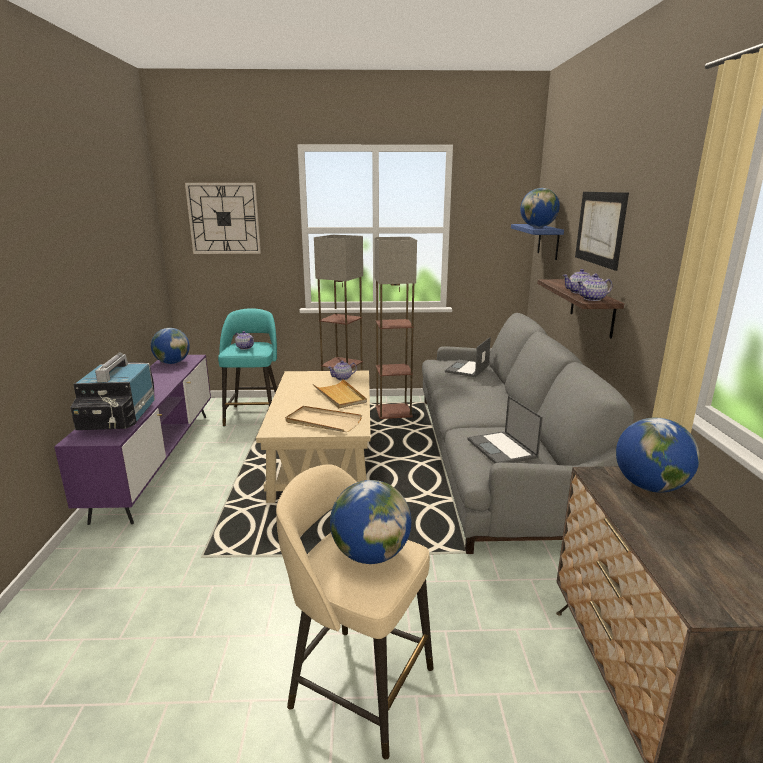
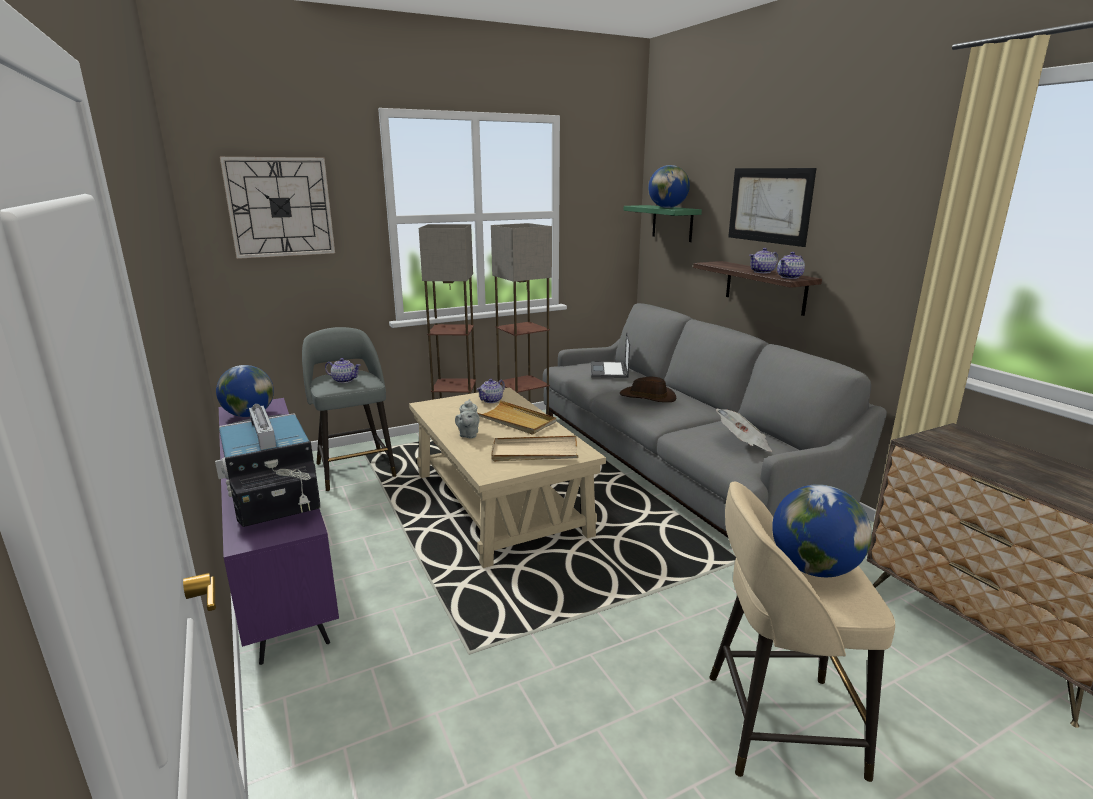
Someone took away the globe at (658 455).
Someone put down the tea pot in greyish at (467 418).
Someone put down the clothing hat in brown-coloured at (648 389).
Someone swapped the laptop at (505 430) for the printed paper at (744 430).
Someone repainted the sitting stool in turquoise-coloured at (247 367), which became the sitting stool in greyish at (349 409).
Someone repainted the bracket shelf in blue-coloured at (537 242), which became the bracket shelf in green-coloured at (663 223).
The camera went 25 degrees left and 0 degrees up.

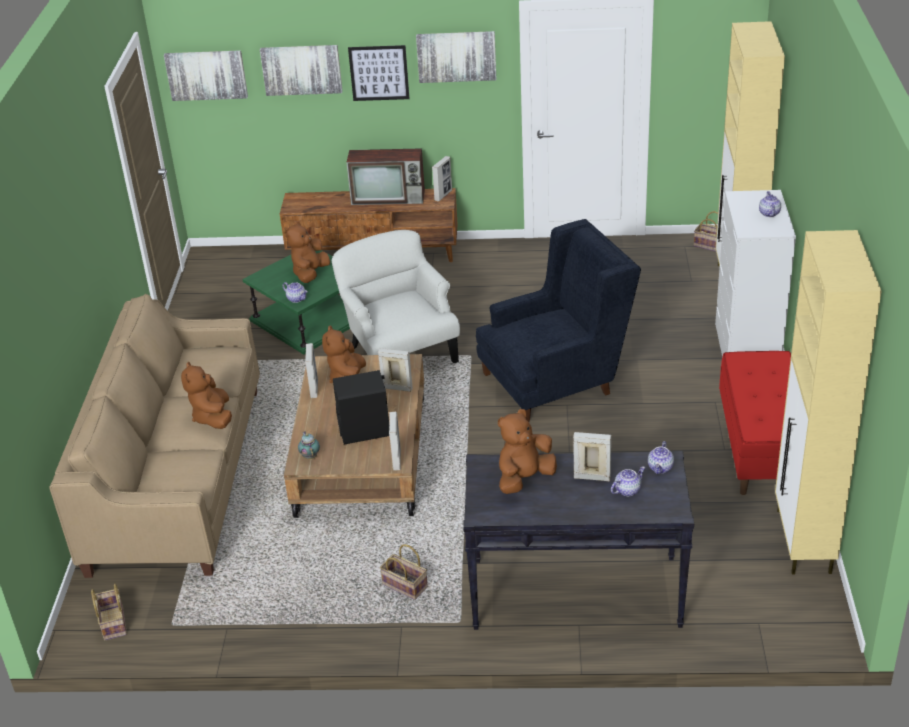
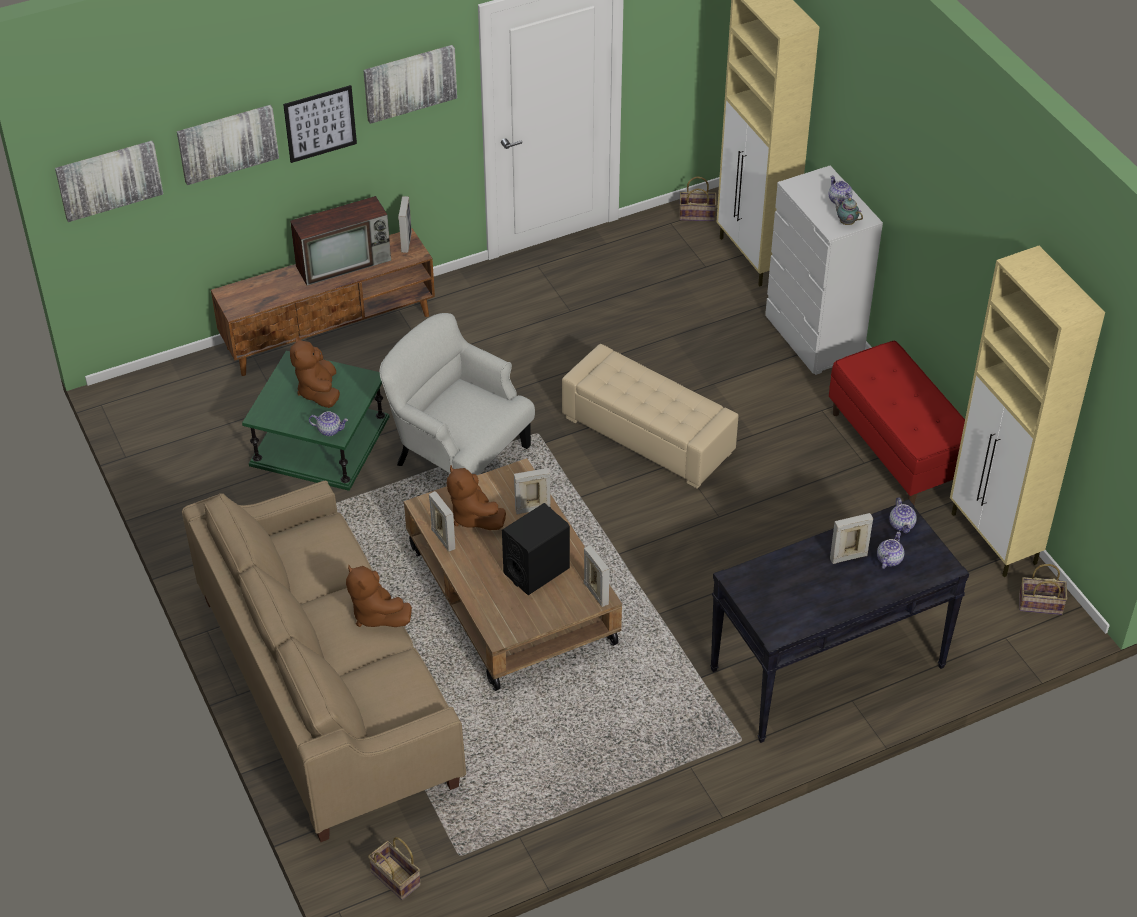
Someone took away the cuddly toy in brown-coloured at (527 451).
Someone carried the tea pot from (309 445) to (848 211).
Someone carried the household basket from (404 572) to (1043 589).
Someone swapped the armchair in blue-coloured at (558 320) for the pouffe in beige-coloured at (650 416).
The camera went 30 degrees left and 10 degrees up.

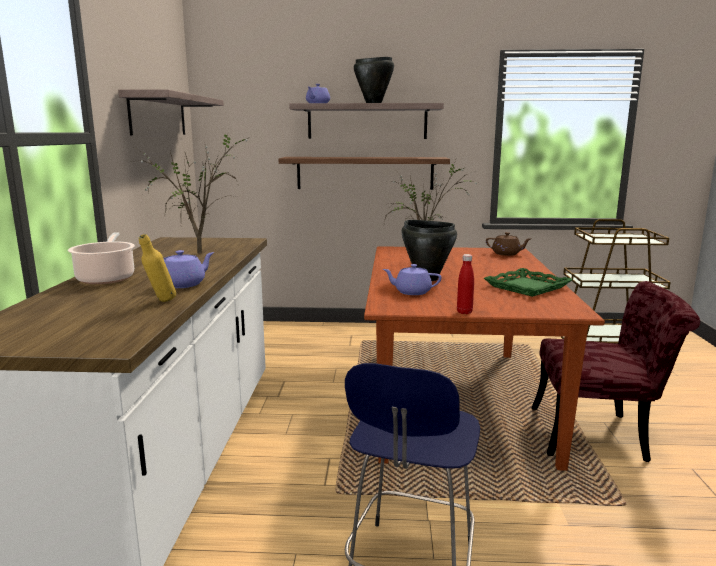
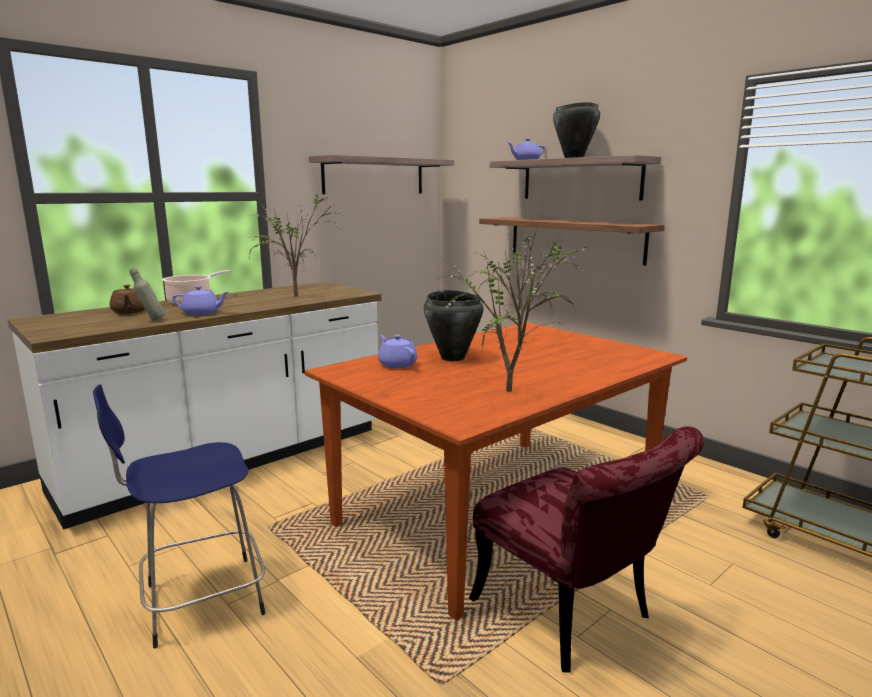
Someone took away the drink bottle in red at (465 284).
Someone carried the tea pot in brown-coloured from (508 244) to (127 299).
Someone swapped the tray in green-coloured at (528 282) for the potted plant at (514 313).
Someone repainted the drink bottle in yellow-coloured at (157 268), which became the drink bottle in greyish at (147 294).
The camera went 45 degrees right and 0 degrees up.

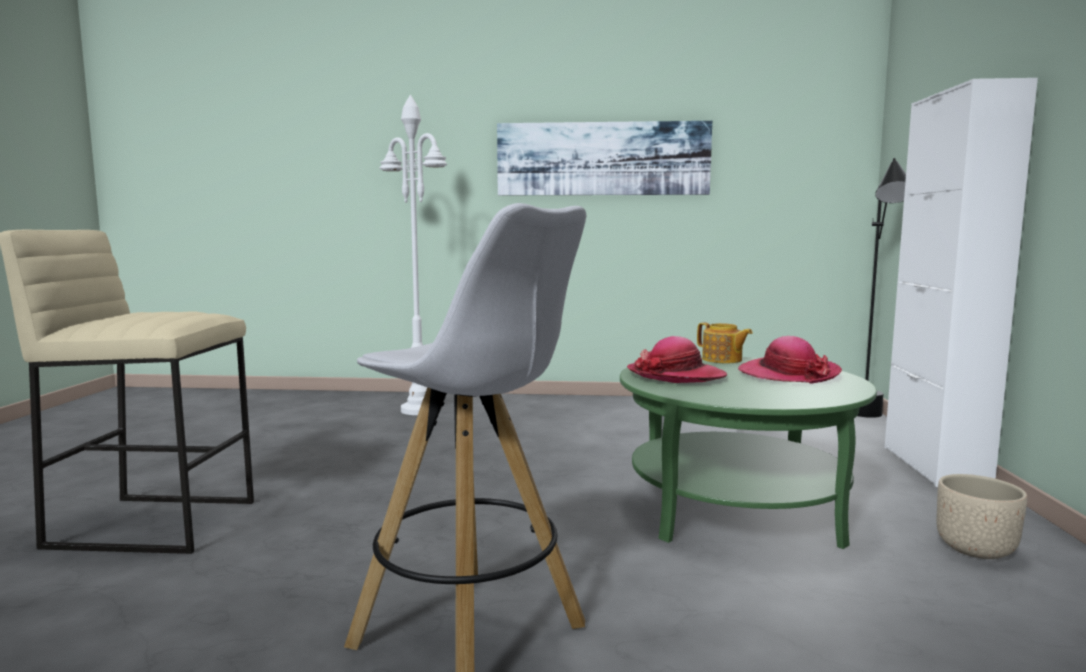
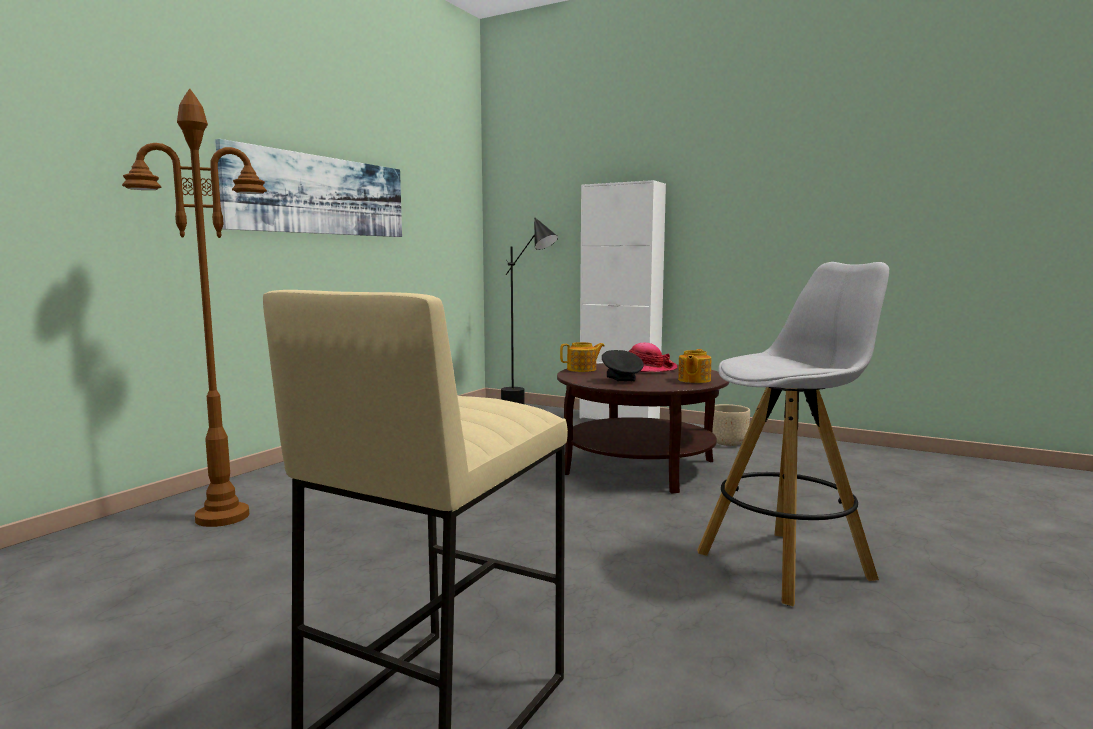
Someone put down the tea pot at (694 366).
Someone swapped the clothing hat at (677 359) for the bowl in blackish at (623 365).
Someone repainted the standing lamp in white at (413 255), which became the standing lamp in brown-coloured at (194 307).
Someone repainted the lounge table in green-coloured at (748 452), which became the lounge table in brown-coloured at (643 428).
The camera went 65 degrees left and 0 degrees up.

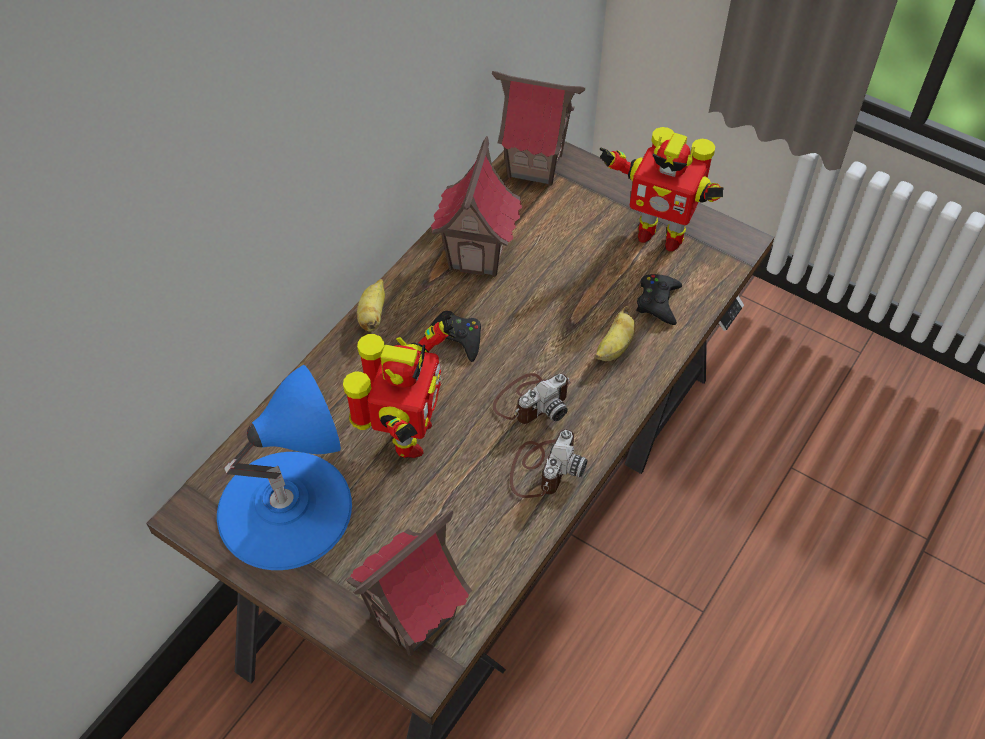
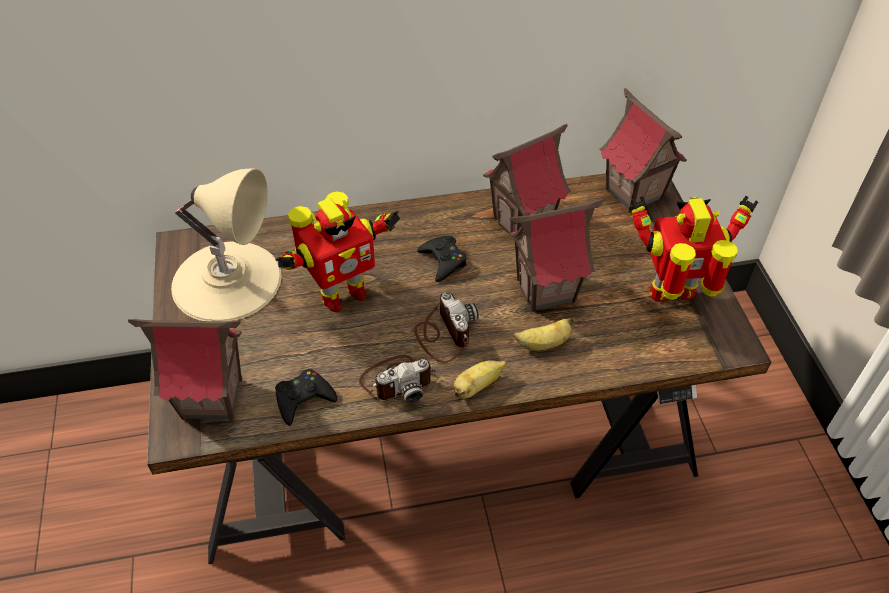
Someone put down the model house at (556 255).
Someone carried the whole banana from (371 305) to (479 379).
Someone carried the gamepad in blackish from (659 299) to (306 397).
Someone repainted the tabletop lamp in blue-coloured at (284 467), which became the tabletop lamp in beige-coloured at (226 245).
Someone rotated the photo camera at (532 398) by 120 degrees counterclockwise.
Someone rotated the toy robot at (661 189) by 105 degrees clockwise.
The camera went 45 degrees right and 5 degrees down.

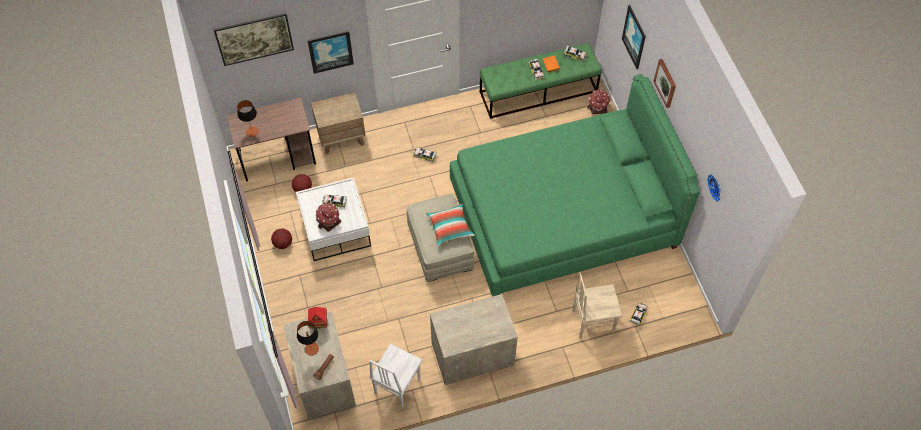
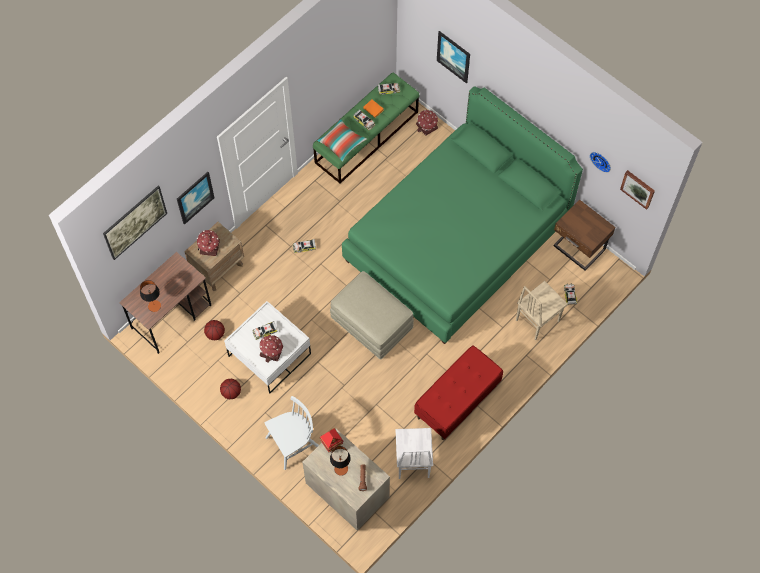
Someone put down the model house at (208 243).
Someone put down the upright chair in white at (292 433).
Someone put down the night table in brown-coloured at (584 235).
Someone carried the pillow from (450 225) to (342 140).
Someone carried the wall picture from (664 83) to (637 190).
Someone swapped the dresser at (474 339) for the indoor bench in red at (458 392).
The camera went 30 degrees left and 5 degrees up.

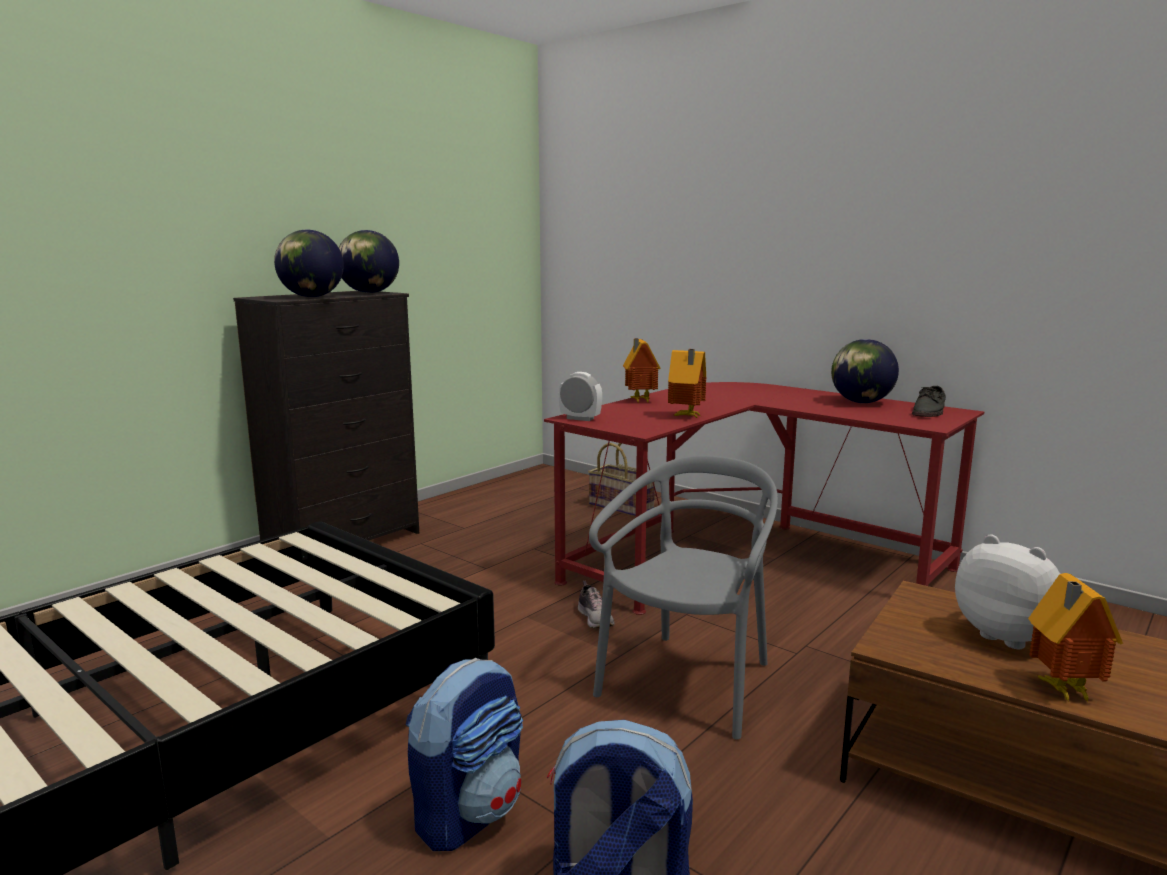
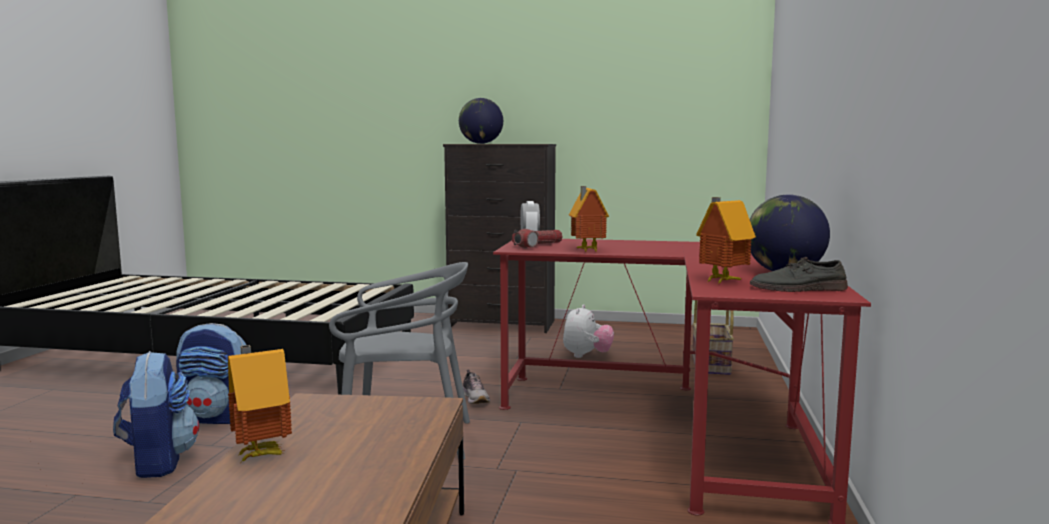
Someone took away the globe at (369 261).
Someone put down the hand torch at (537 238).
Someone carried the model house from (642 370) to (726 240).
Someone carried the cuddly toy from (1007 591) to (588 331).
Someone rotated the shoe at (596 604) by 60 degrees counterclockwise.
The camera went 60 degrees right and 5 degrees down.

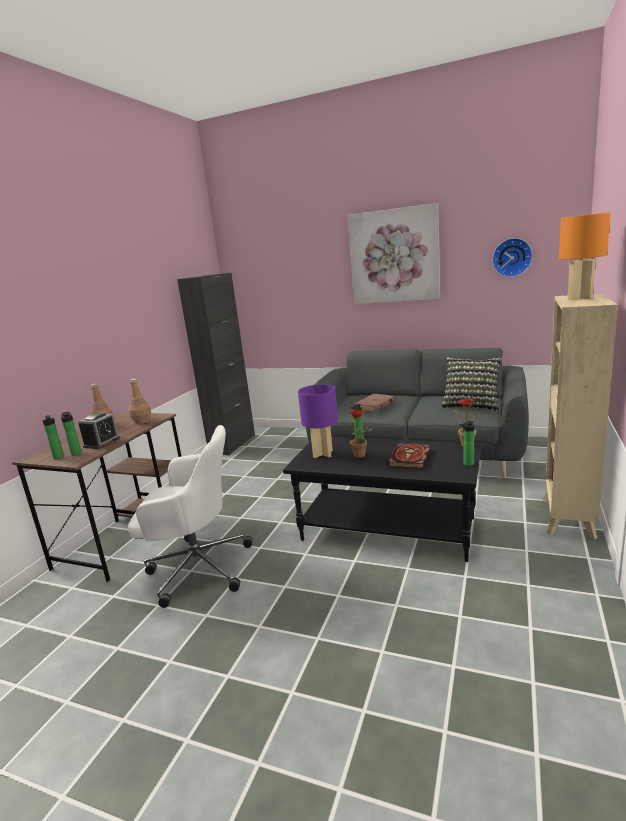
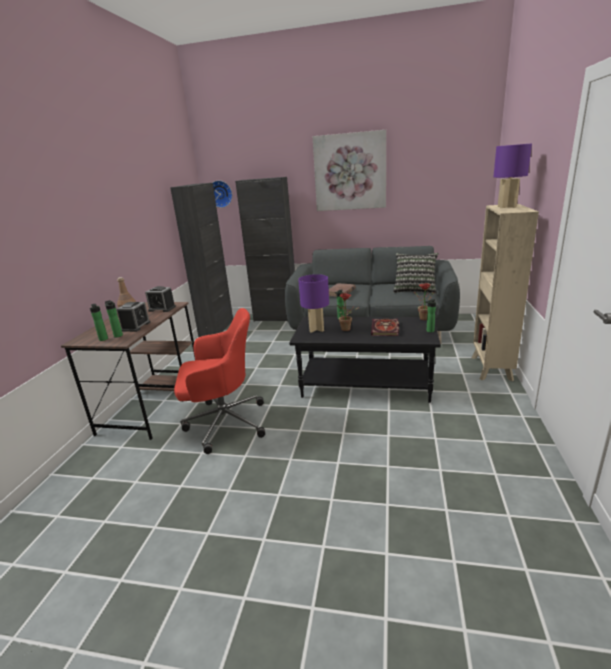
Someone put down the storage cabinet in blackish at (265 249).
Someone carried the clock on the wall from (512 257) to (222 194).
Someone swapped the drink bottle in brown-coloured at (140 401) for the alarm clock at (160 299).
Someone repainted the desk chair in white at (190 516), which became the desk chair in red at (219 381).
Someone repainted the tabletop lamp in orange-coloured at (585 256), which became the tabletop lamp in purple-coloured at (512 175).
The camera went 10 degrees left and 5 degrees up.

